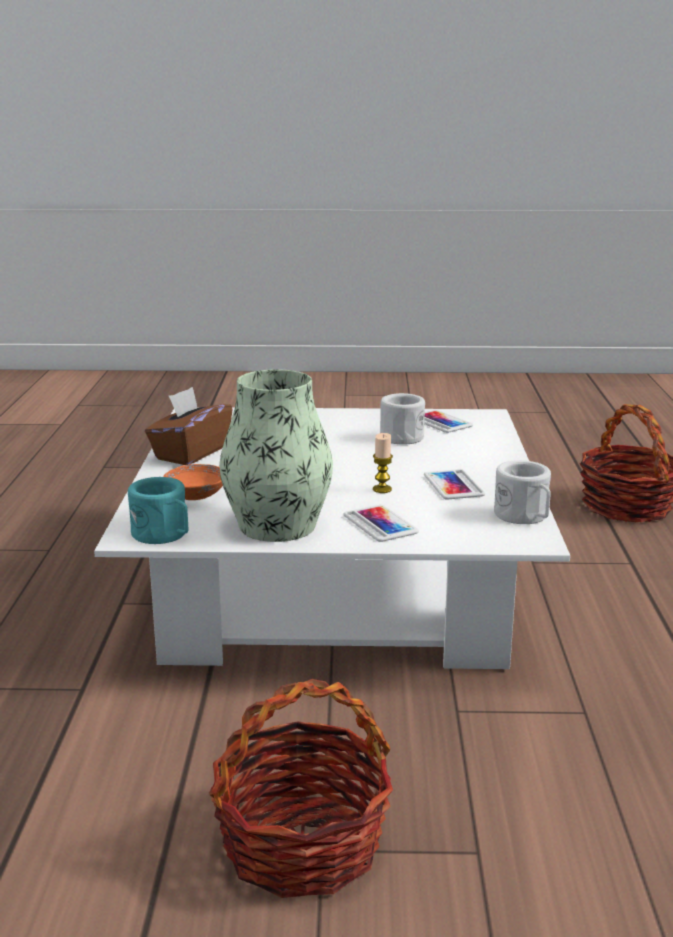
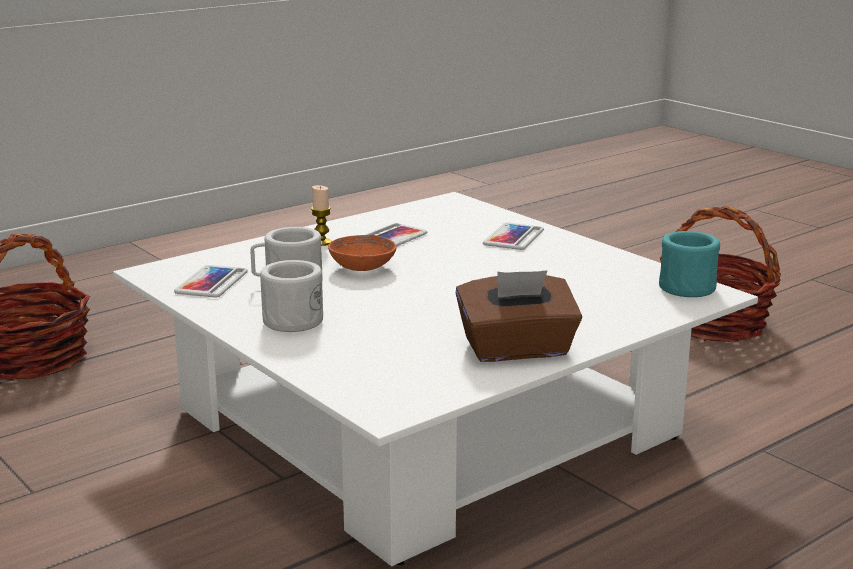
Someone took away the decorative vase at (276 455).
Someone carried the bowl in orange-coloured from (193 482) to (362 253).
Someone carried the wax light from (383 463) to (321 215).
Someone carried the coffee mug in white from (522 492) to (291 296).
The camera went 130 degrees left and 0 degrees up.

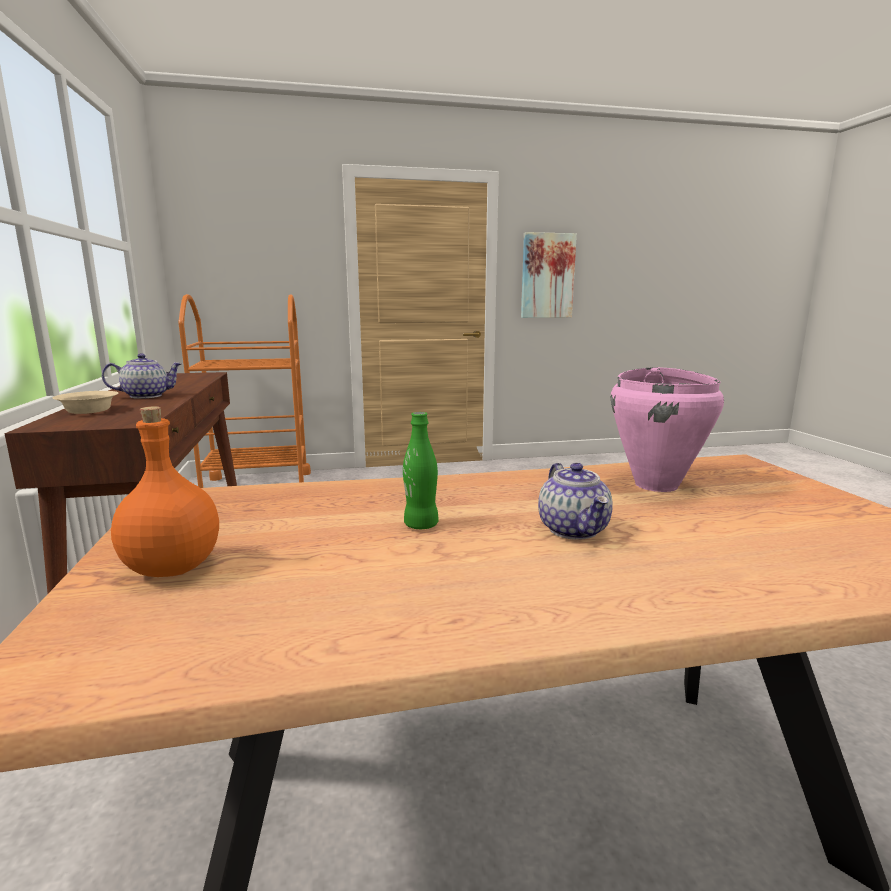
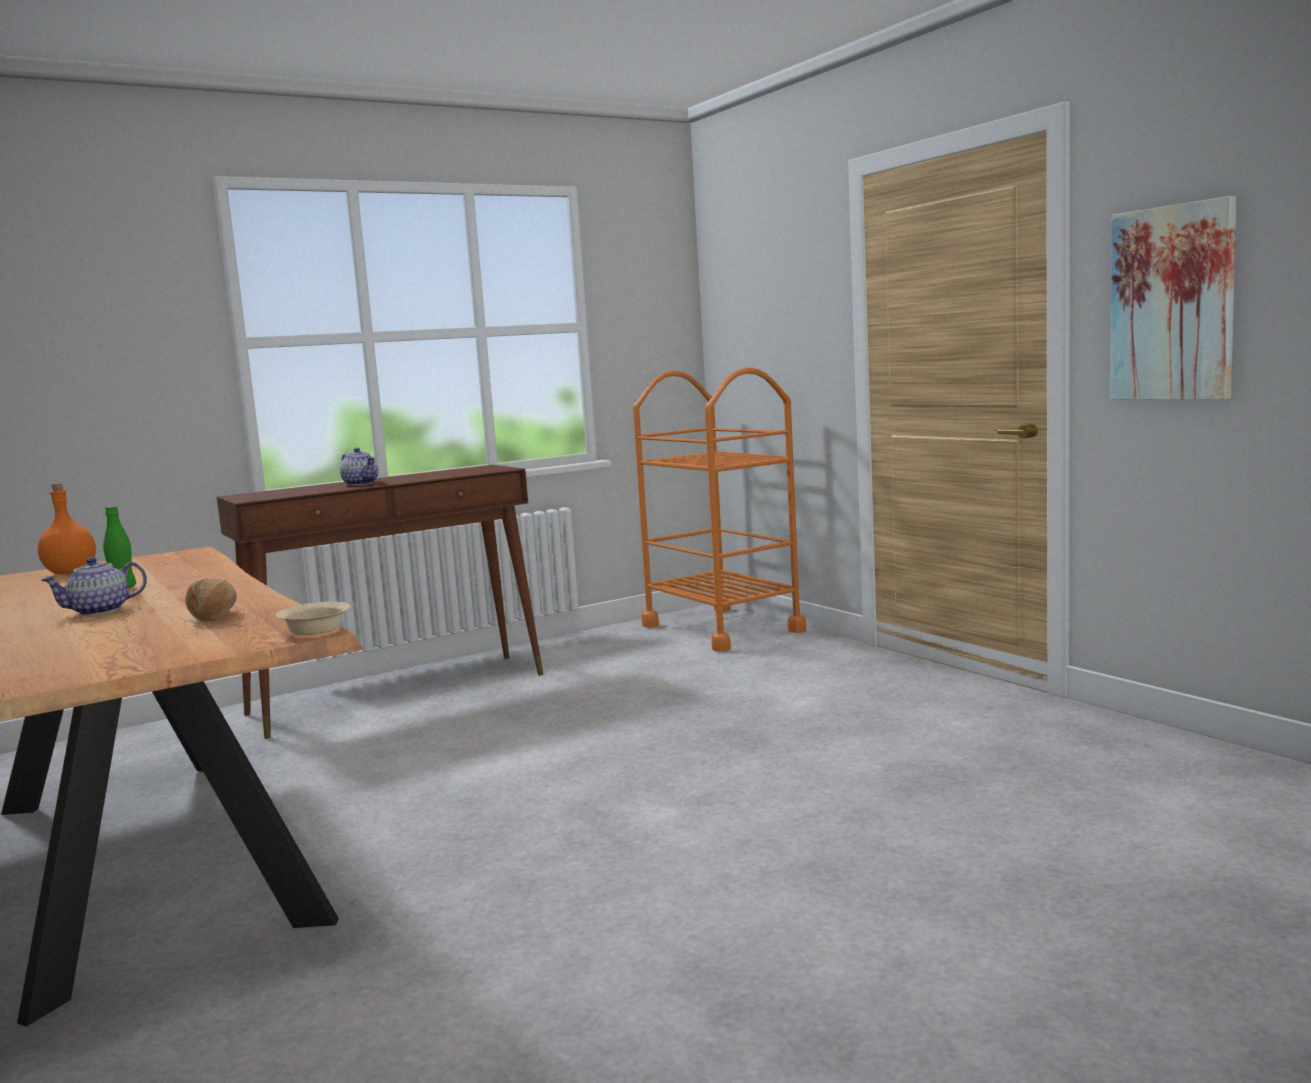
Someone carried the bowl in beige-coloured from (85 402) to (313 618).
Someone swapped the cooking pot in pinkish at (667 429) for the bread at (211 599).
The camera went 70 degrees right and 5 degrees down.

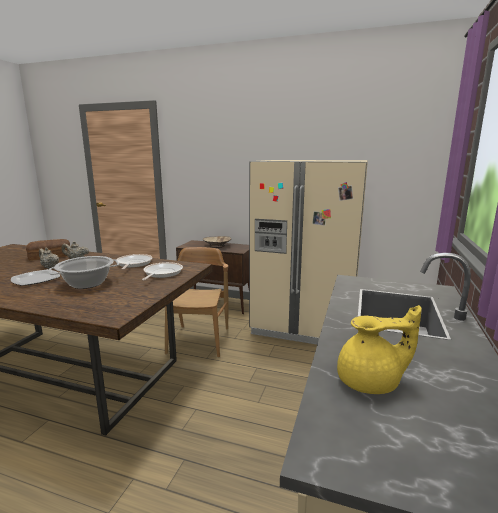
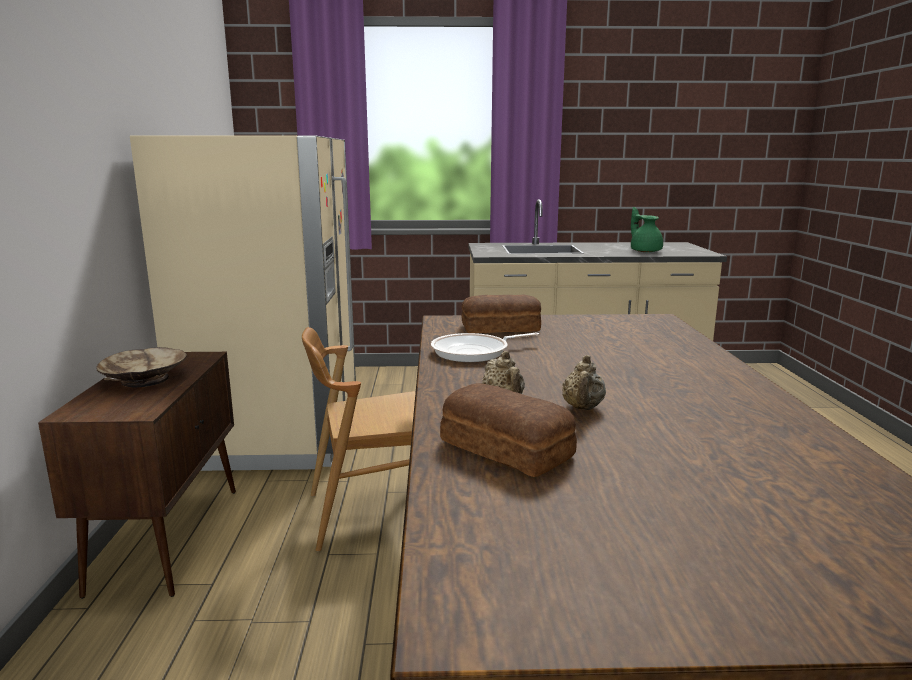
Someone took away the flat dish at (35 277).
Someone took away the cooking pot at (84 272).
Someone swapped the pan at (162 271) for the bread at (501 313).
Someone repainted the tea pot in yellow-coloured at (379 349), which became the tea pot in green-coloured at (647 229).
The camera went 110 degrees left and 0 degrees up.

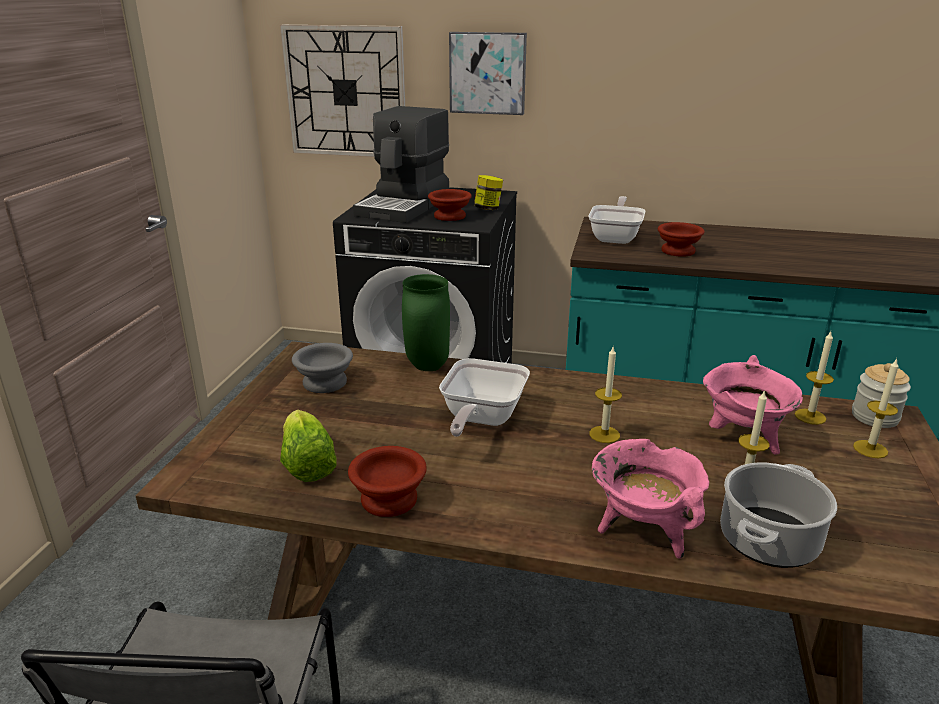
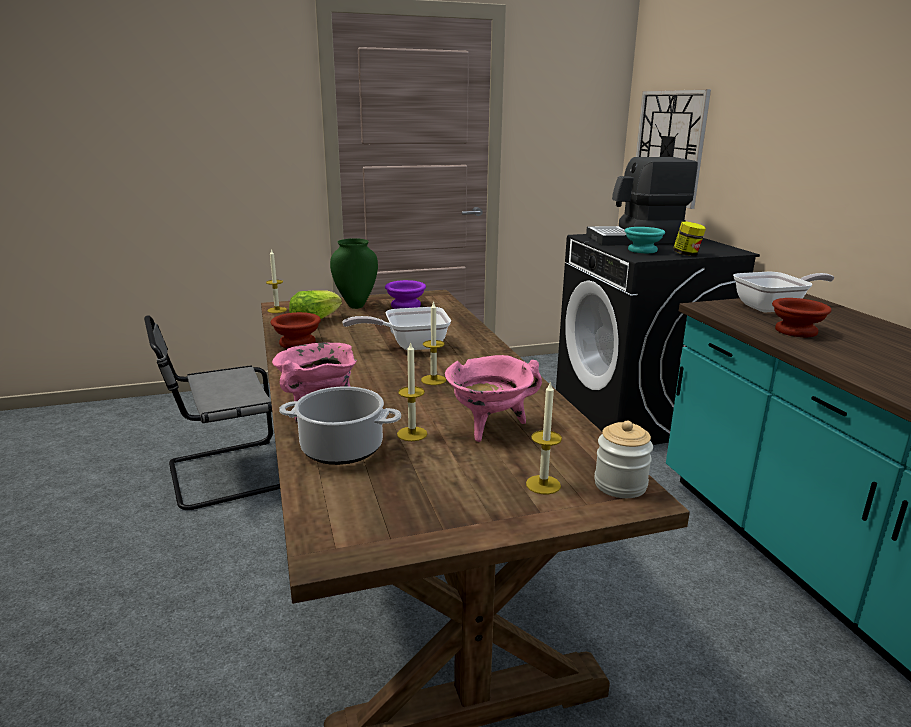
Someone took away the wall picture at (488 73).
Someone carried the decorative vase in green-coloured from (426 322) to (354 273).
Someone carried the wax light from (814 378) to (276 281).
Someone repainted the bowl in greyish at (322 368), which became the bowl in purple-coloured at (405 294).
Someone repainted the bowl in brown-coloured at (450 205), which became the bowl in turquoise-coloured at (645 240).
The camera went 60 degrees right and 5 degrees down.

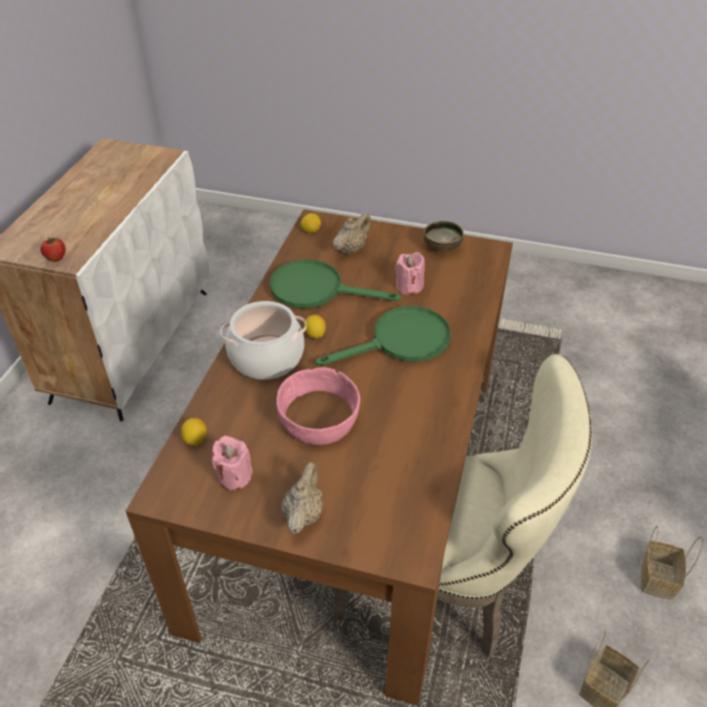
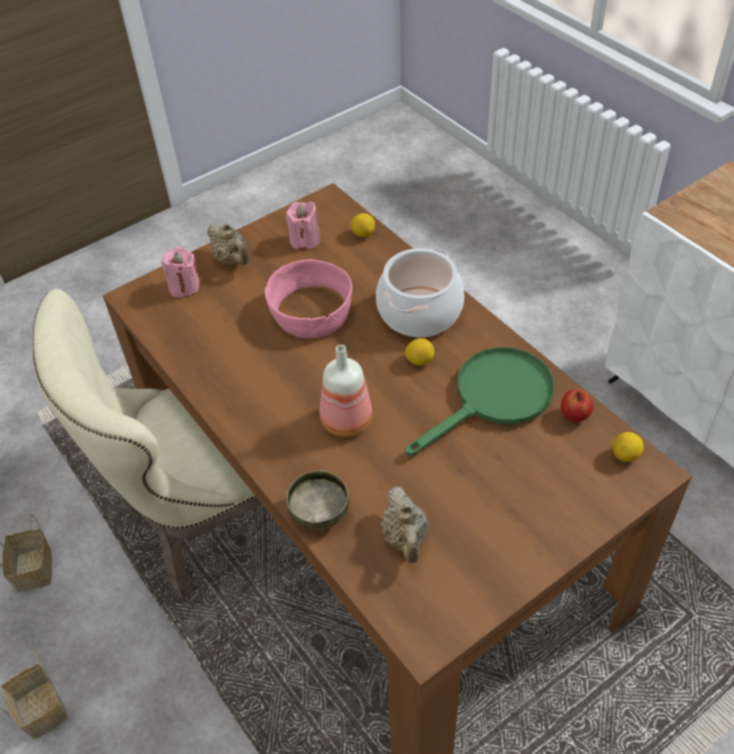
Someone carried the apple fruit from (52 249) to (577 405).
Someone carried the tea pot in beige-coloured from (352 234) to (405 525).
Someone carried the wax light in pinkish from (410 274) to (180 272).
Someone carried the bowl from (443 236) to (317 500).
Someone swapped the pan in green-coloured at (383 336) for the drink bottle at (346 391).
The camera went 130 degrees right and 5 degrees up.

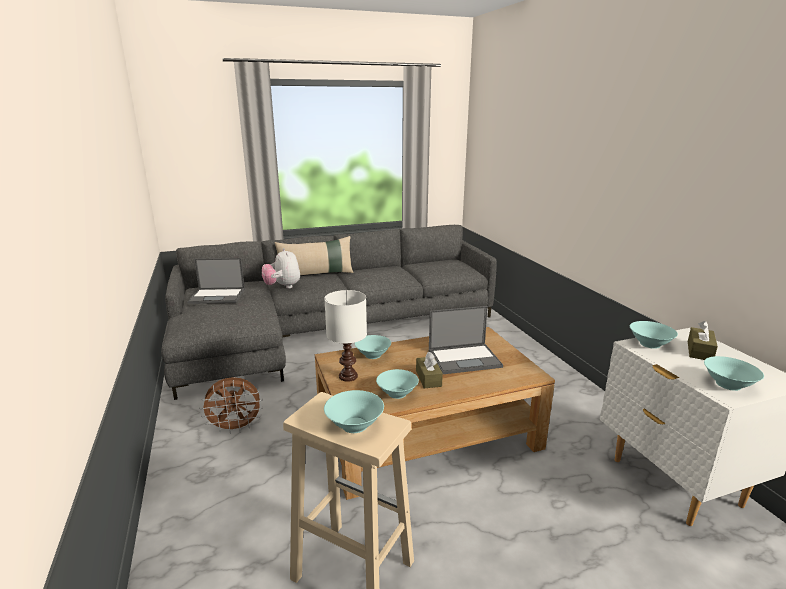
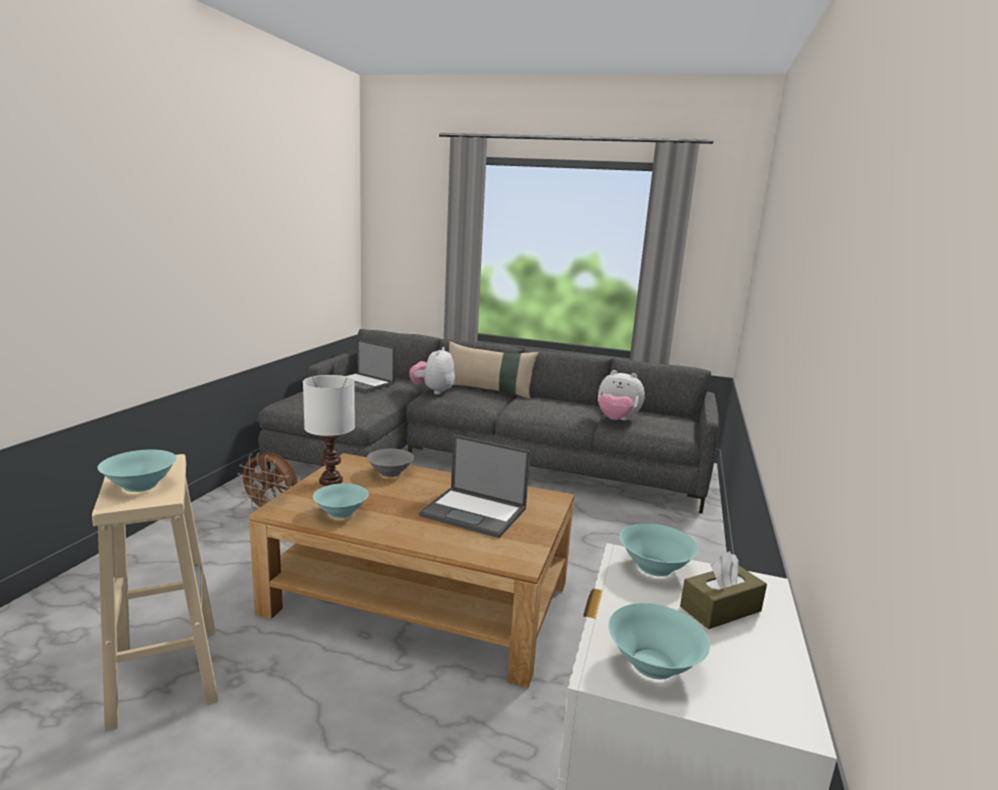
Someone took away the box of tissues in brown-coloured at (429 369).
Someone put down the cuddly toy at (621 395).
Someone repainted the bowl in turquoise-coloured at (373 347), which became the bowl in greyish at (390 463).
The camera went 35 degrees right and 5 degrees down.

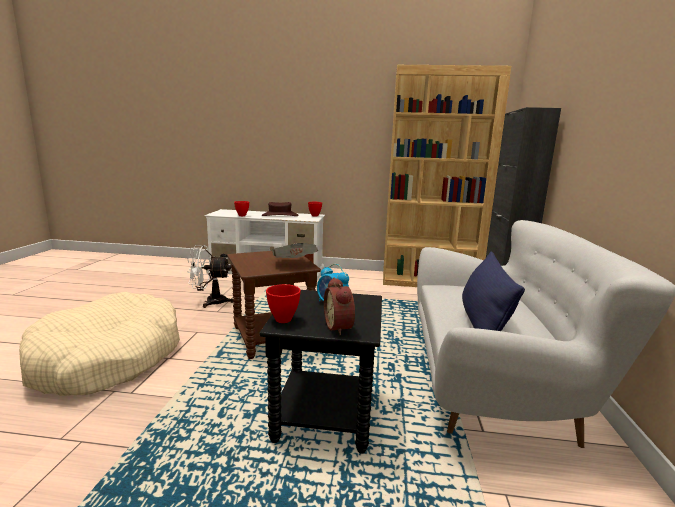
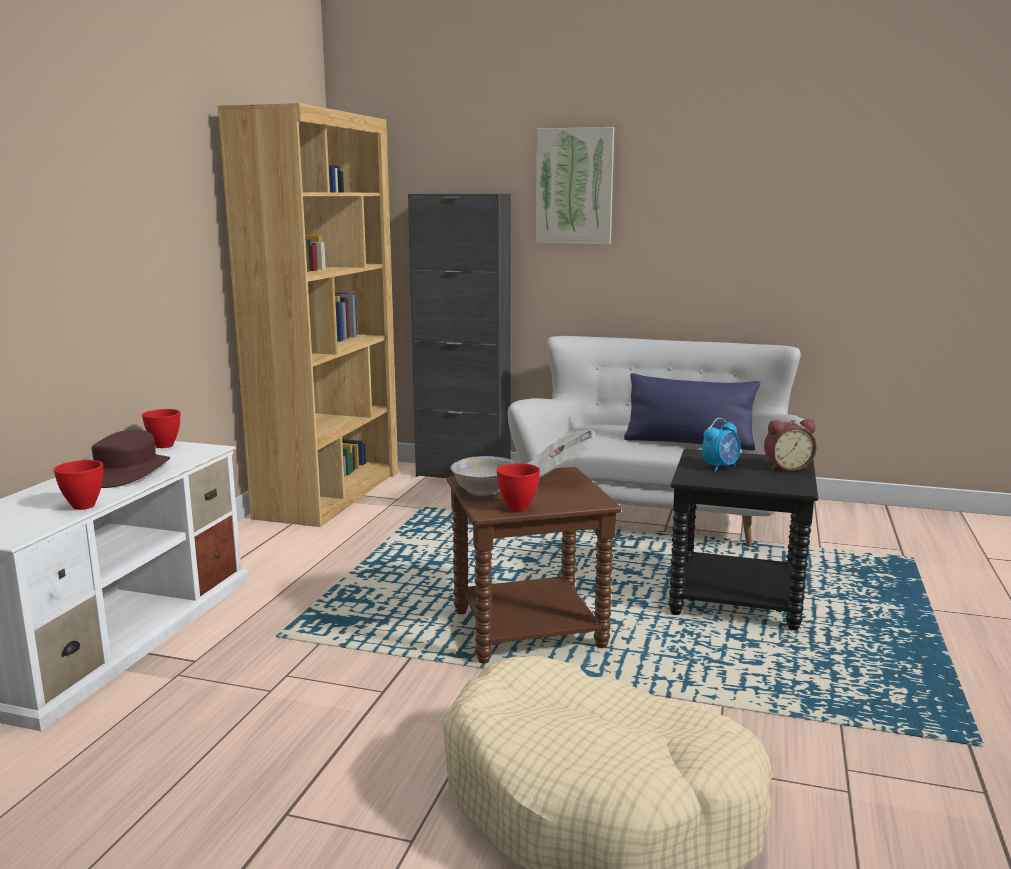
Someone took away the fan in white at (210 276).
Someone put down the bowl in white at (482 476).
Someone put up the wall picture at (575 186).
Someone carried the bowl in red from (283 303) to (518 487).
The camera went 80 degrees left and 0 degrees up.

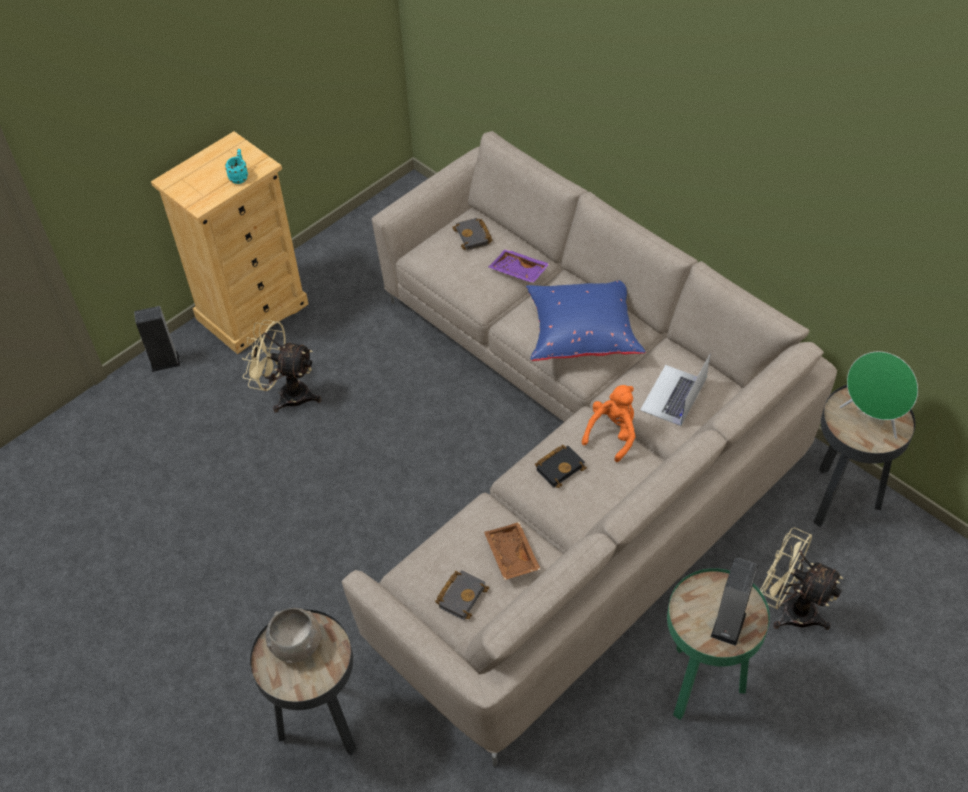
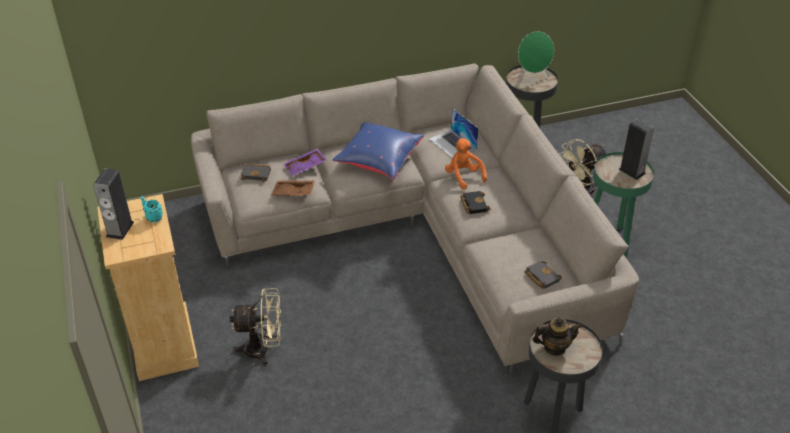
Someone carried the speaker from (157 339) to (113 204).
Someone carried the tray in brown-coloured from (512 551) to (293 188).
Someone swapped the bowl in greyish at (294 636) for the tea pot at (557 336).
Someone rotated the fan in beige-coloured at (281 366) by 135 degrees counterclockwise.
The camera went 65 degrees left and 10 degrees down.

